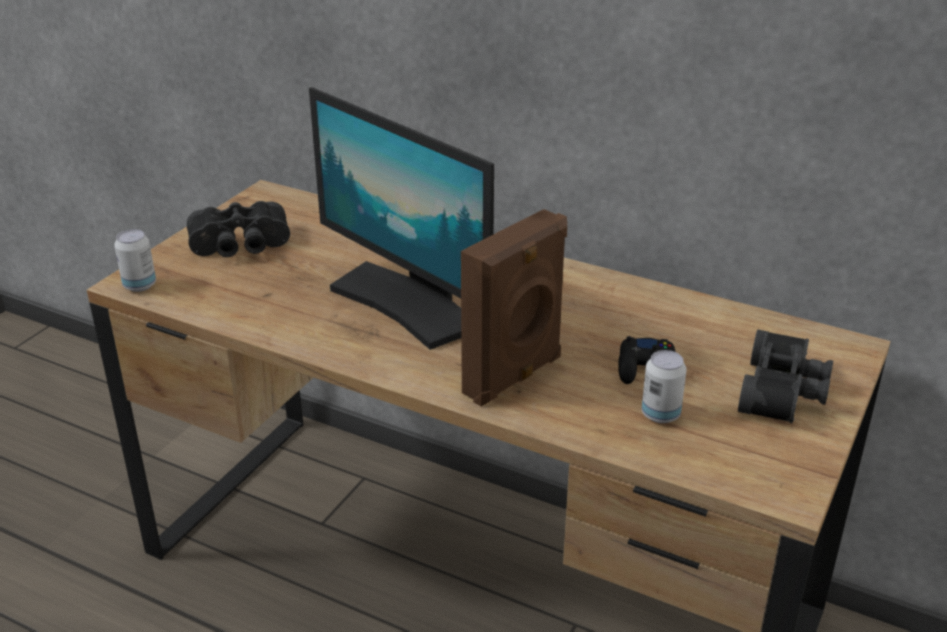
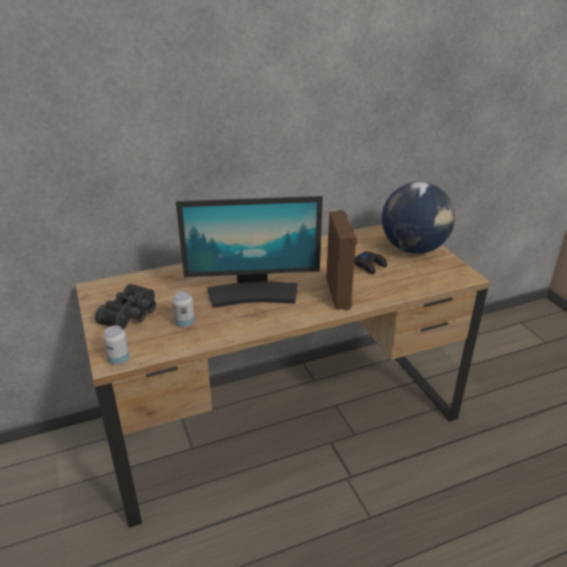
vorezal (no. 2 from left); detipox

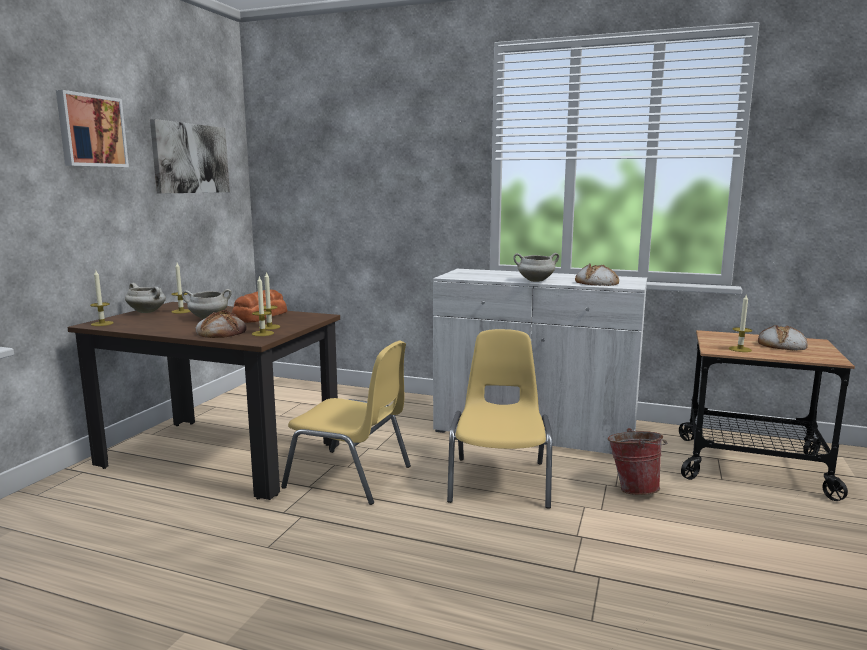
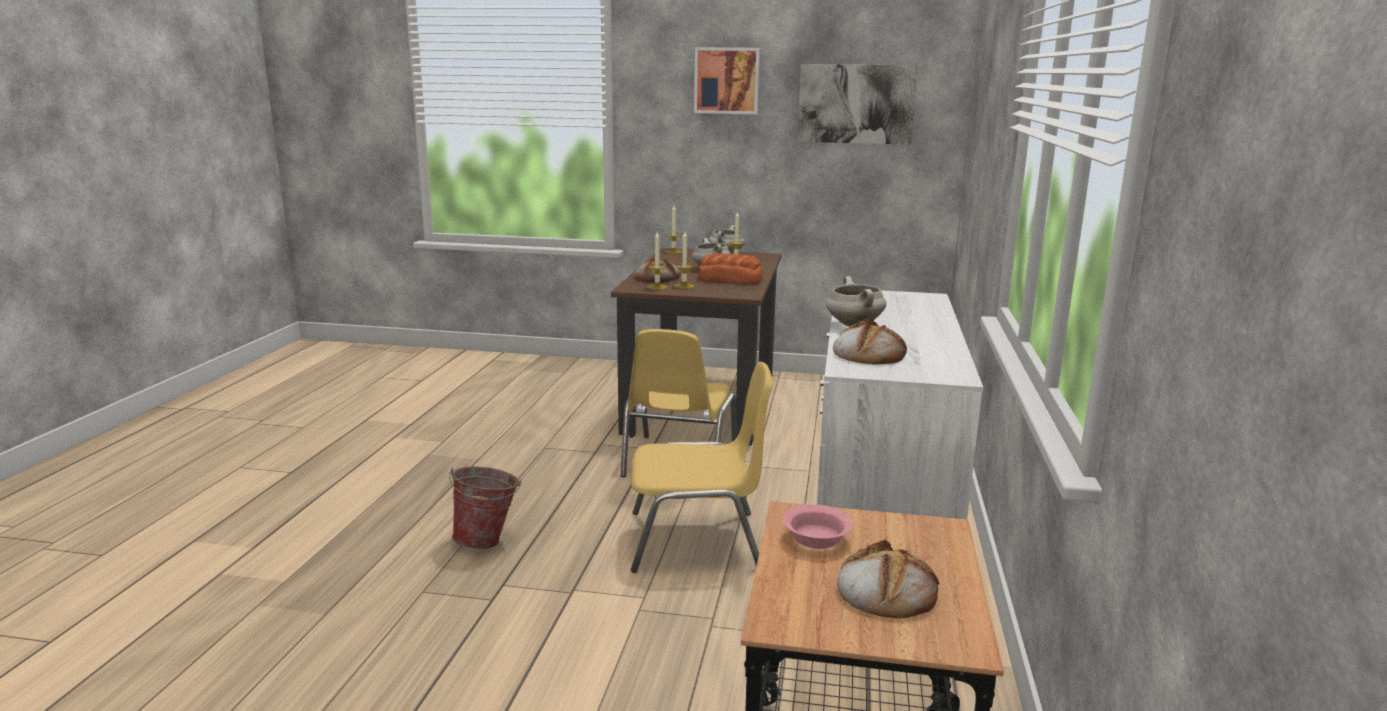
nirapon; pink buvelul

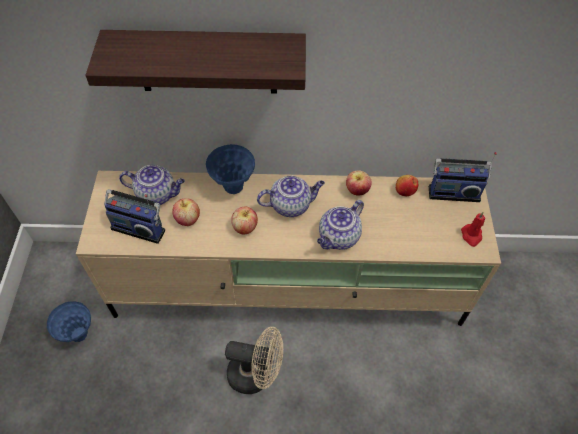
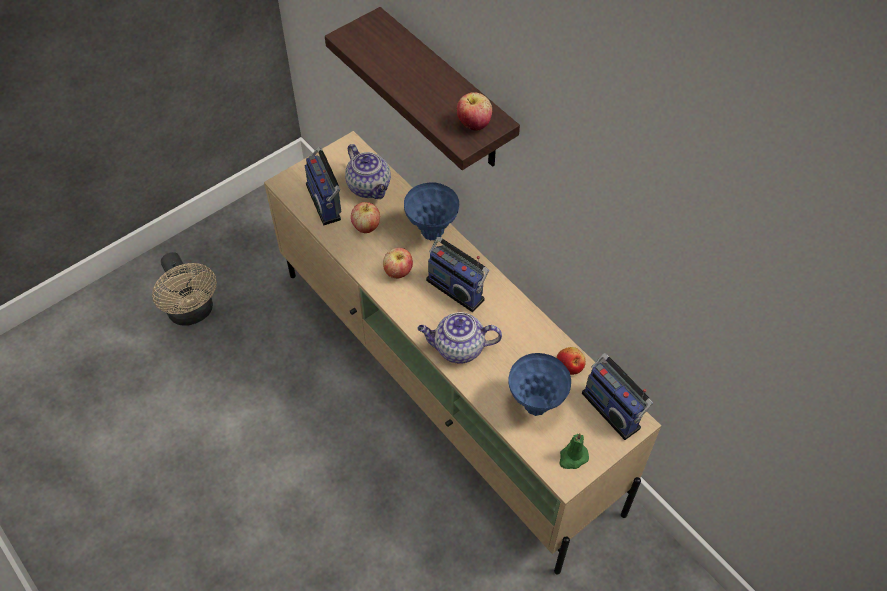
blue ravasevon (no. 2 from left); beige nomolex; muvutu (no. 2 from left); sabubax (no. 3 from left); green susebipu

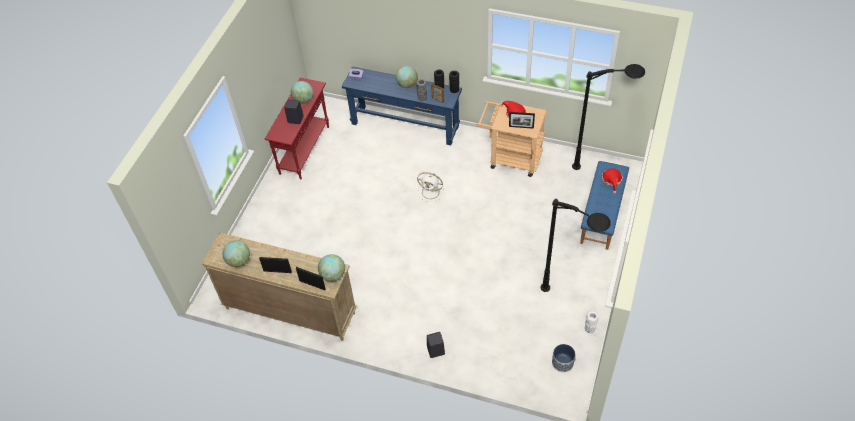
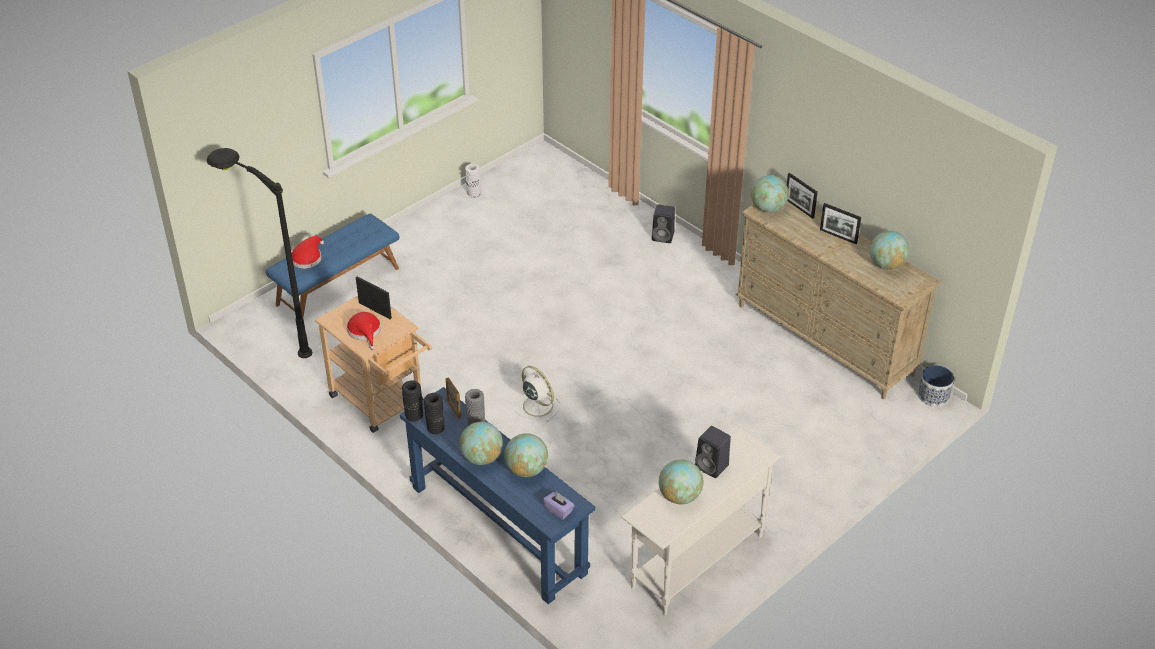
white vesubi; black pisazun (no. 1 from left in the first image); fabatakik; detipox (no. 2 from left)

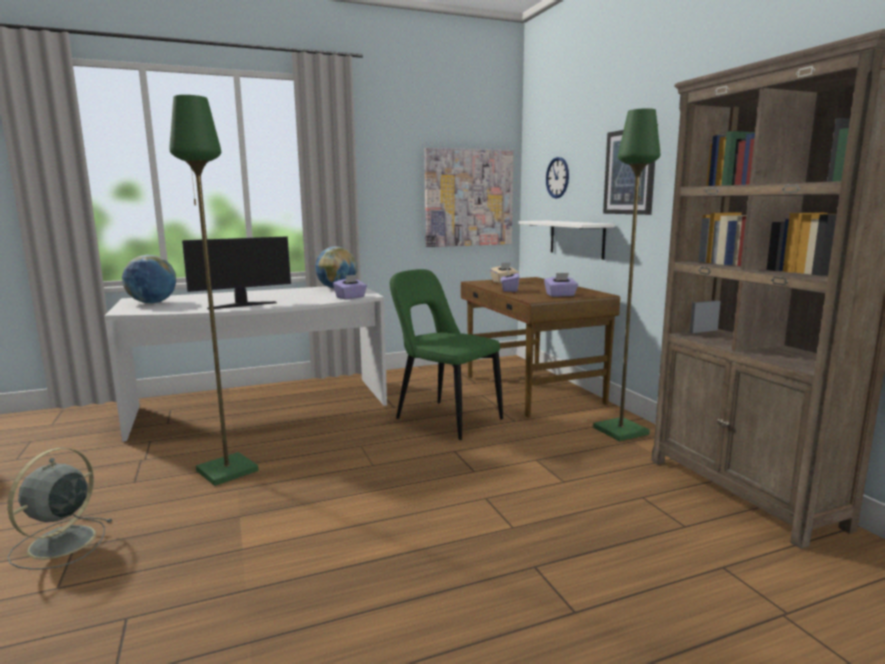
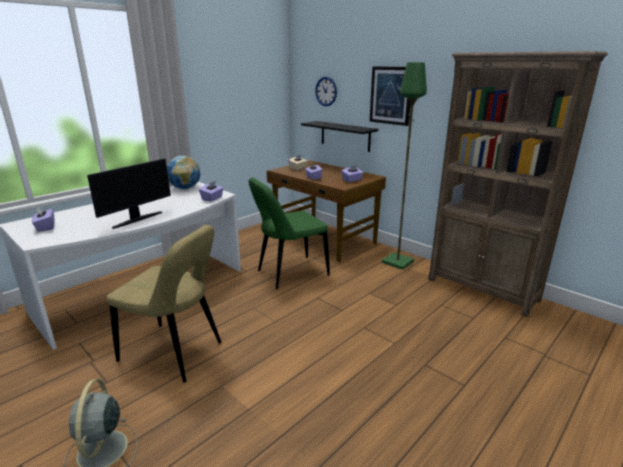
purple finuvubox (no. 1 from left); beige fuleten; green fuleten; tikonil (no. 1 from left in the first image); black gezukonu

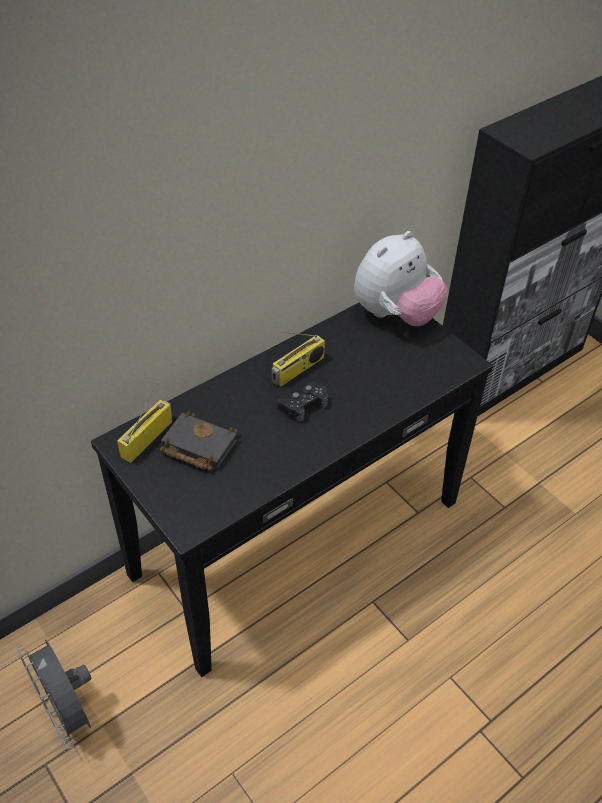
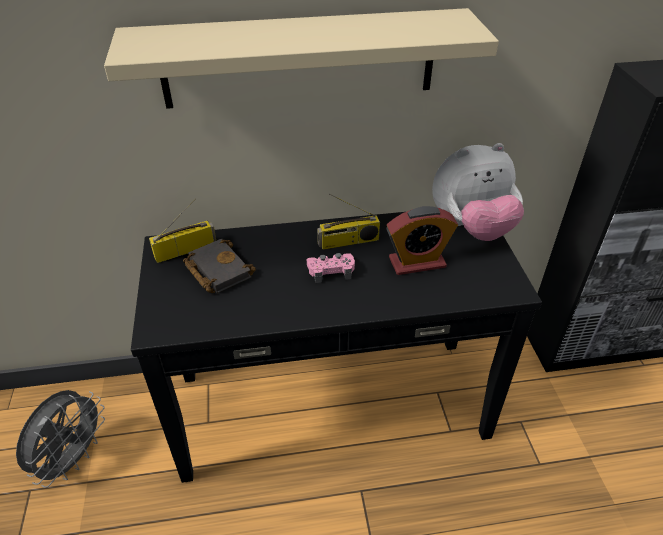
grey nomolex; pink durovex; beige gezukonu; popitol

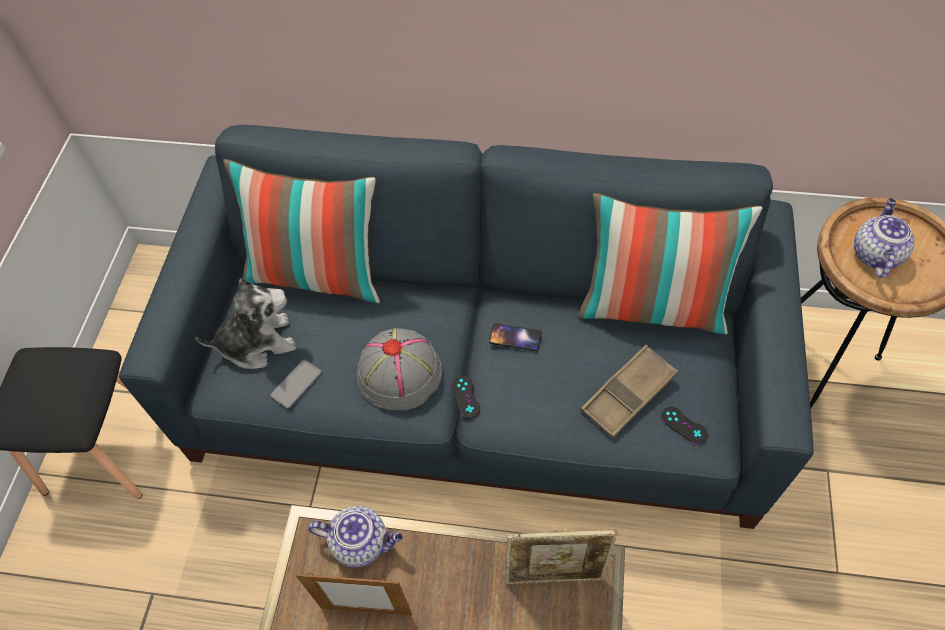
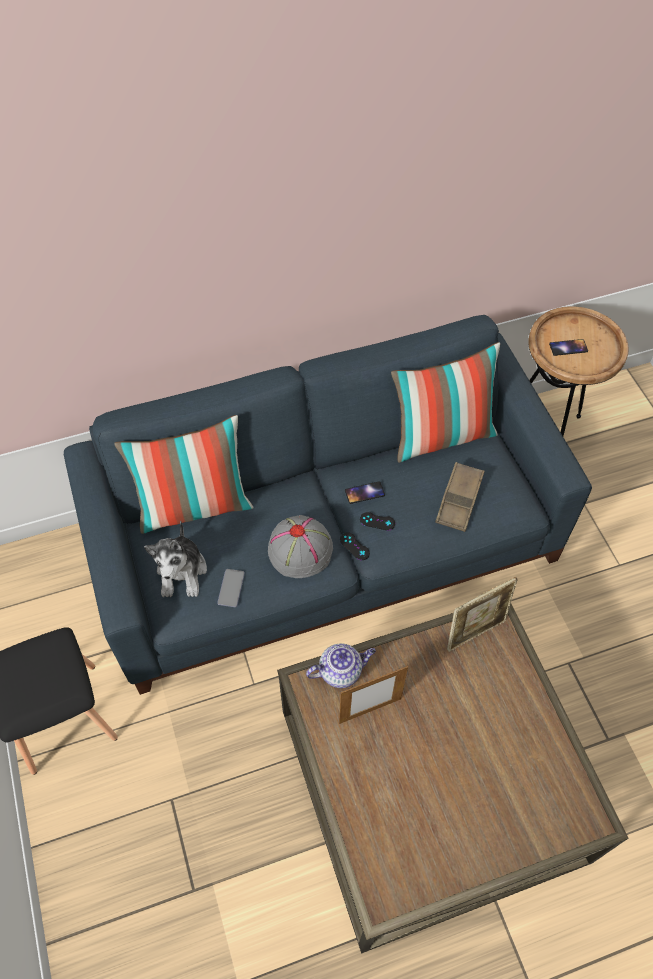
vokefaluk; black durovex (no. 2 from left); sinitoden (no. 3 from left)

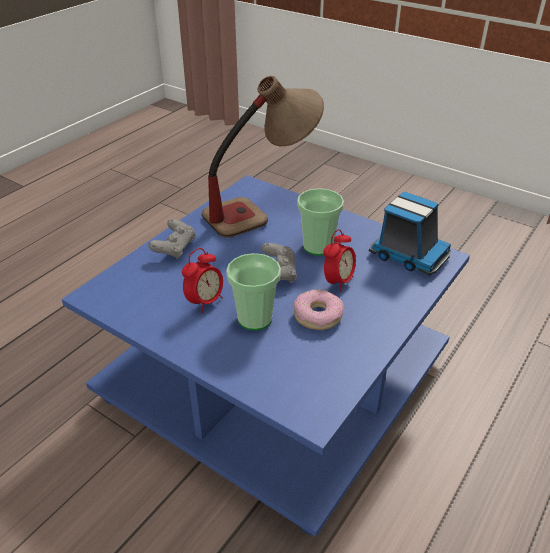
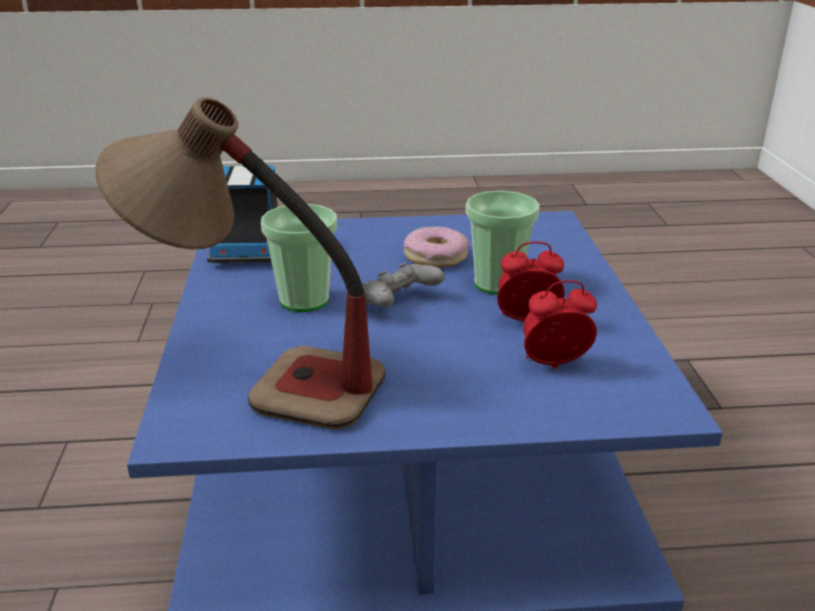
grey durovex (no. 1 from left in the first image); popitol (no. 2 from left)

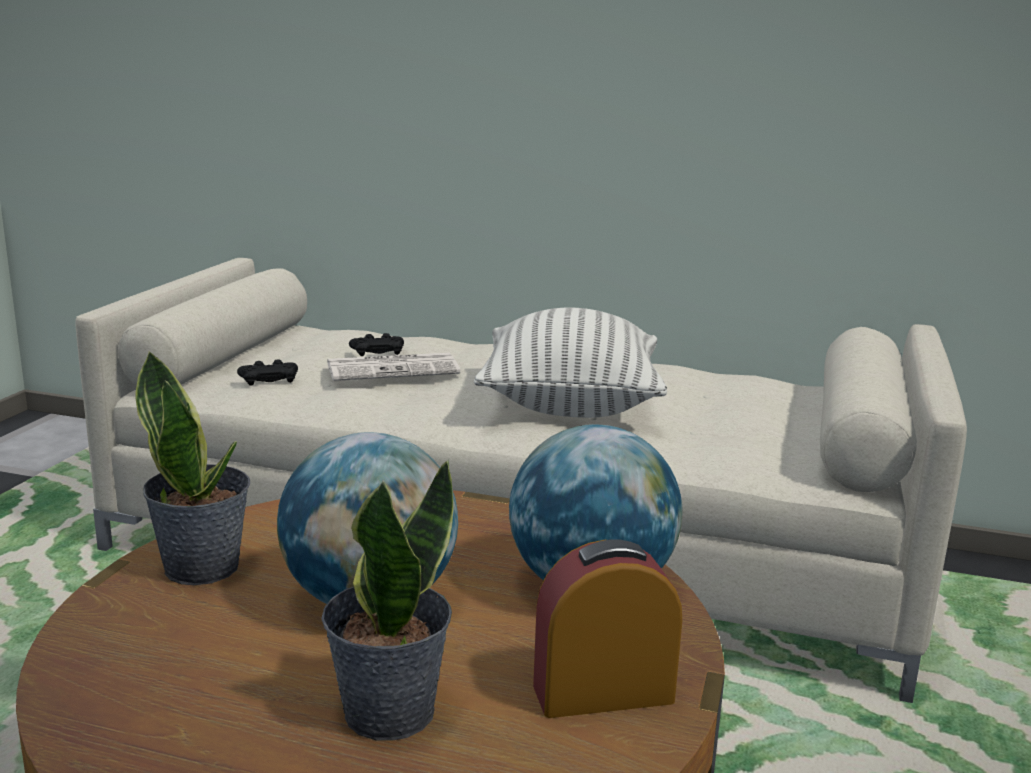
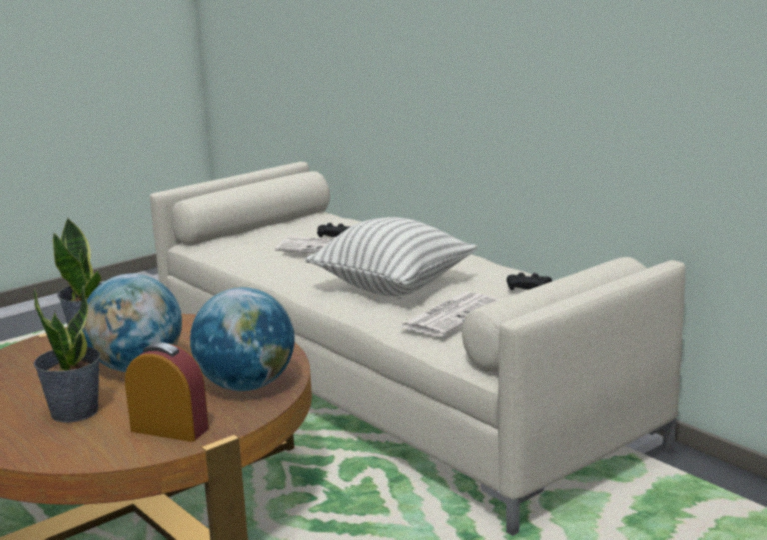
black durovex (no. 2 from left); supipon (no. 2 from left)

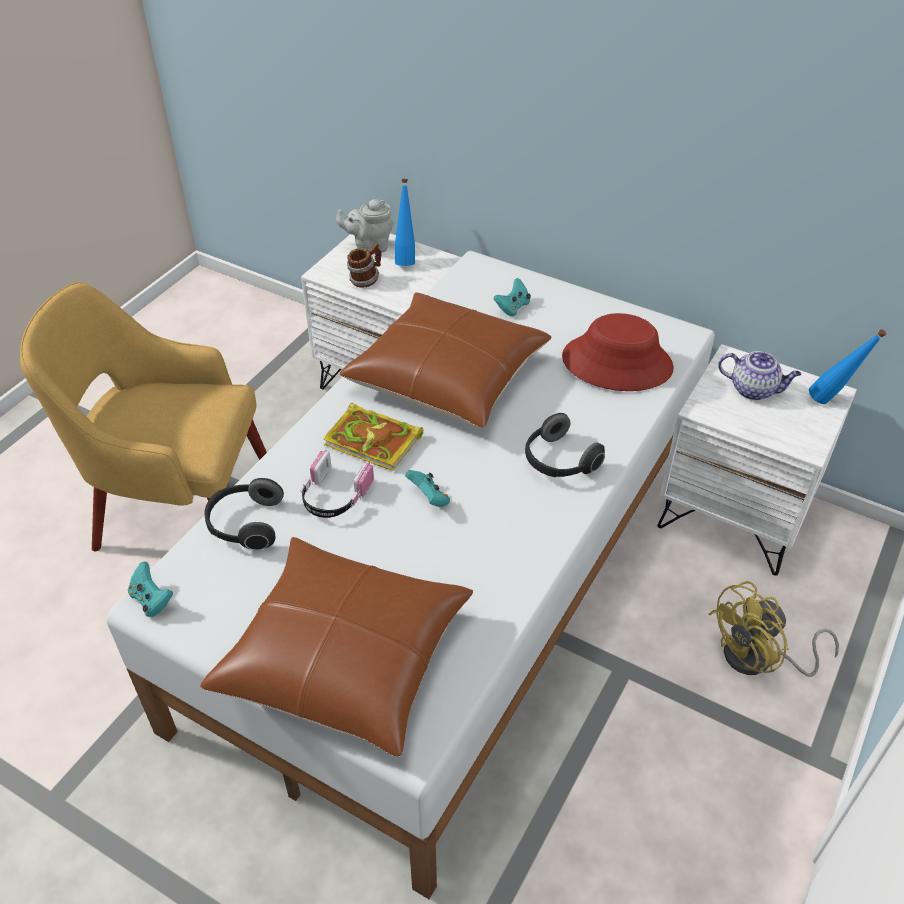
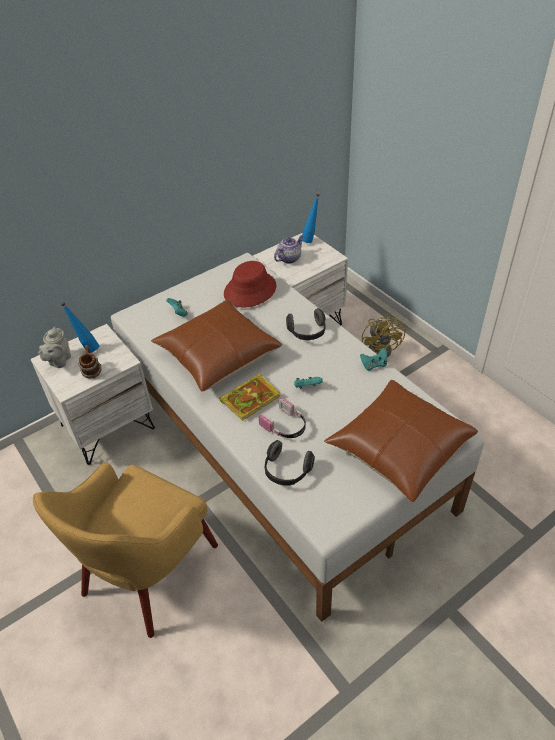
turquoise durovex (no. 3 from left)

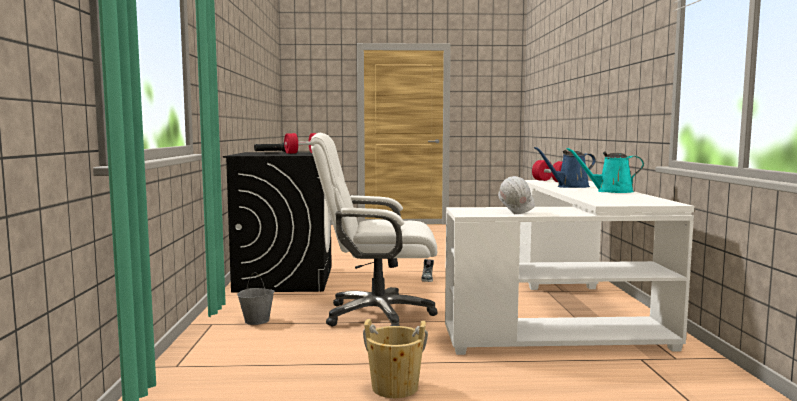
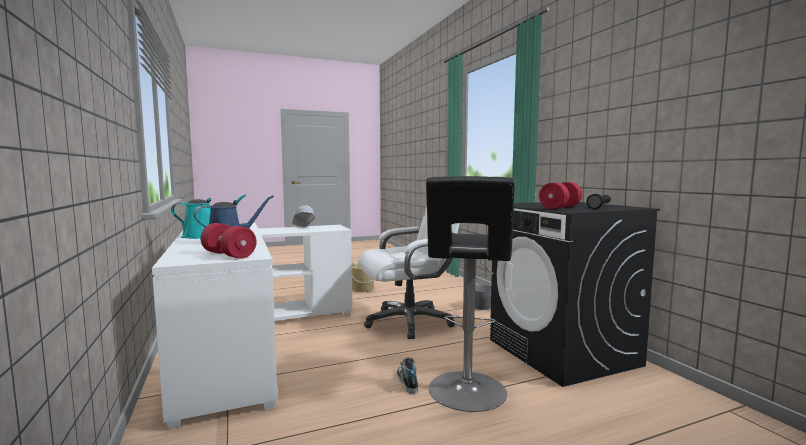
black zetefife

